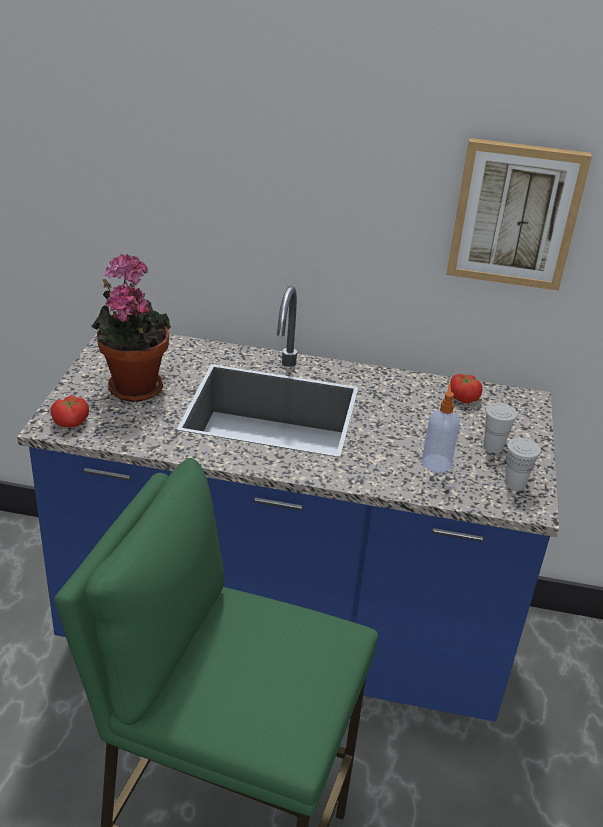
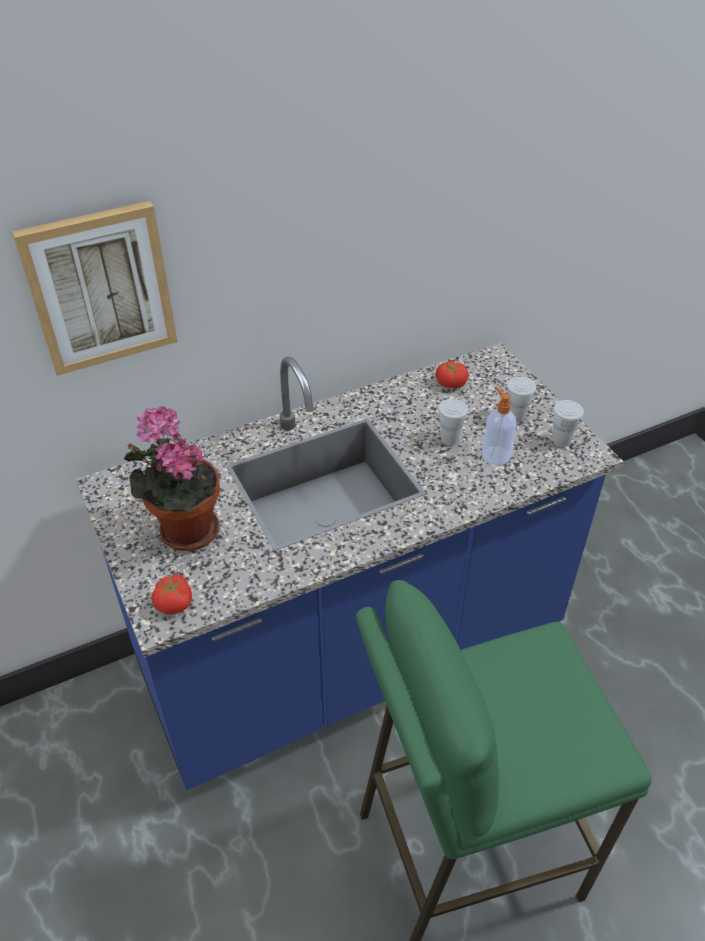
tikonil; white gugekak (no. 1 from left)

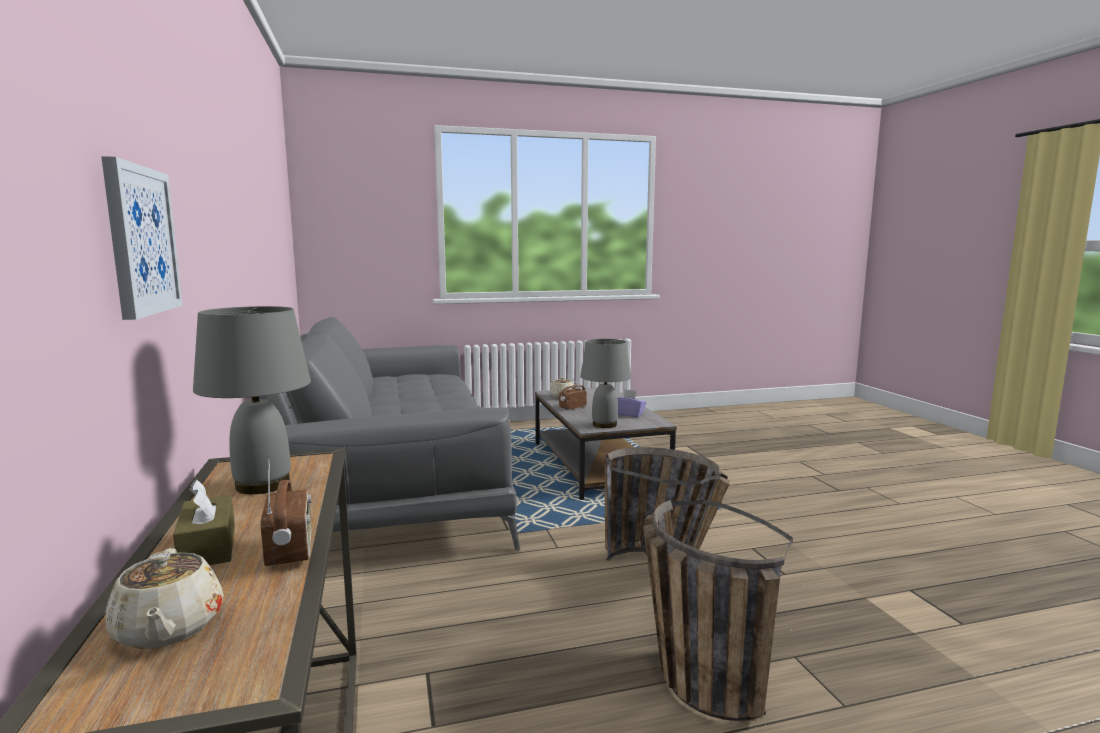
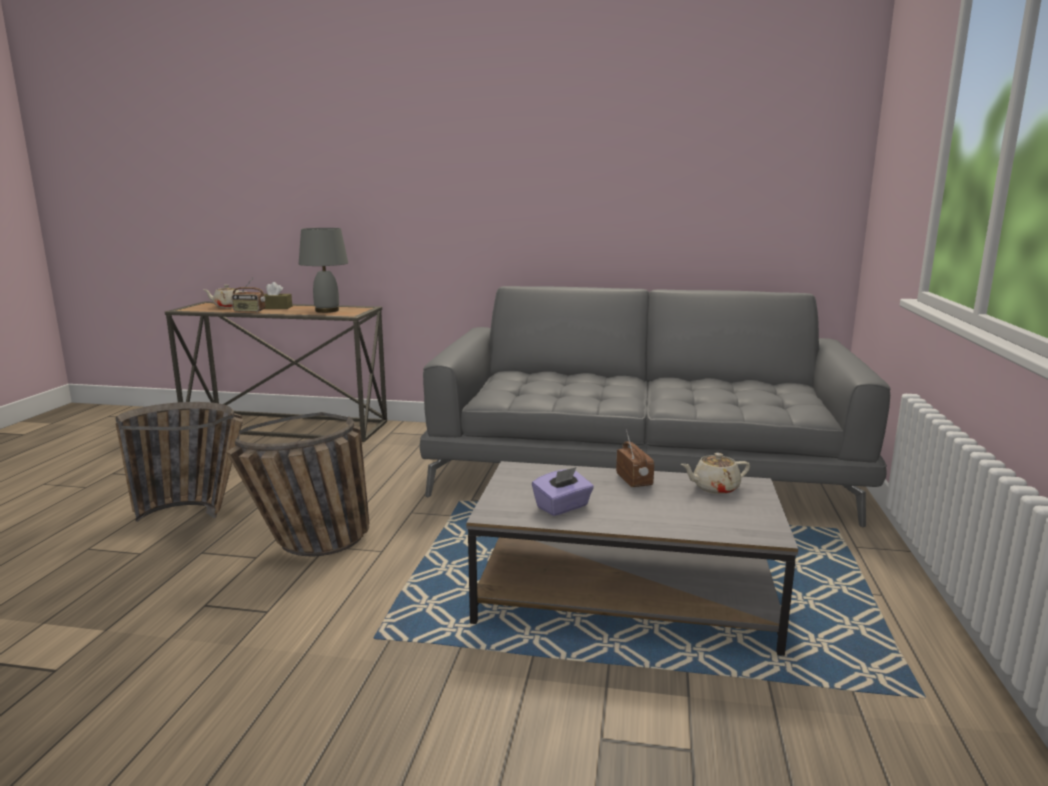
tikonil; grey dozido (no. 2 from left in the first image)

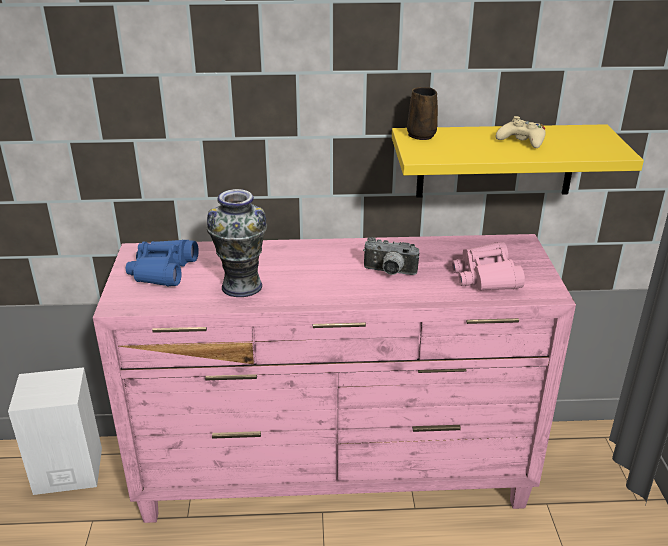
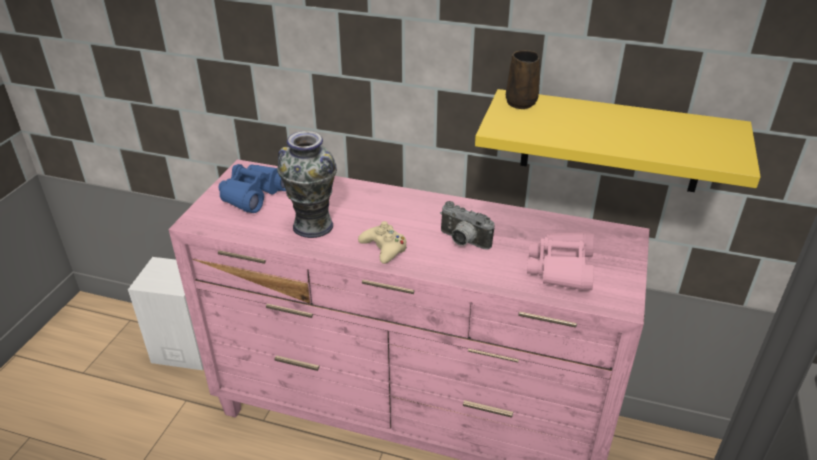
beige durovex

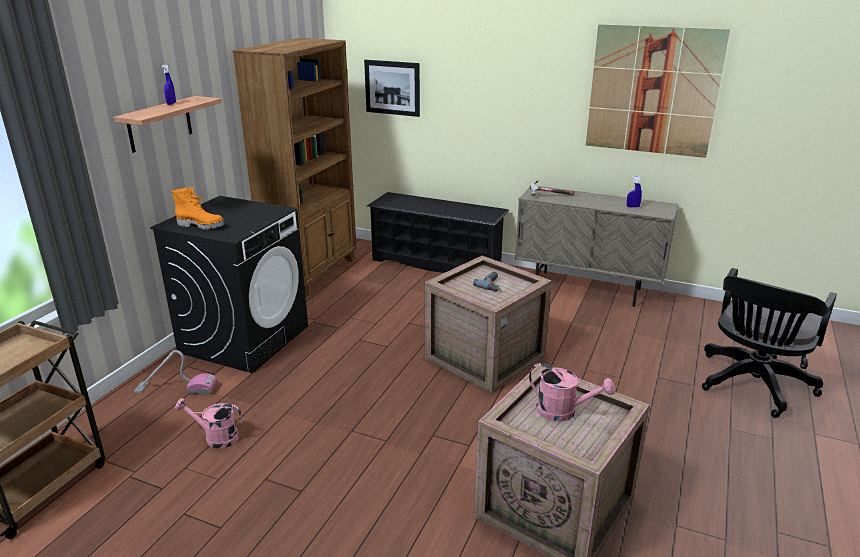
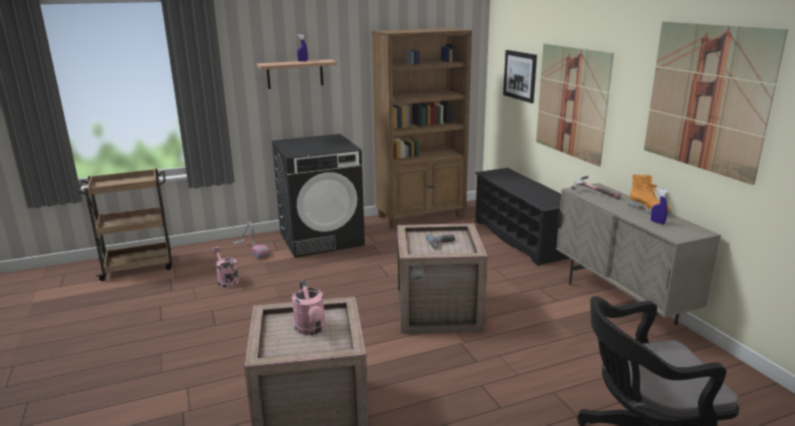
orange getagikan; tikonil (no. 2 from left)

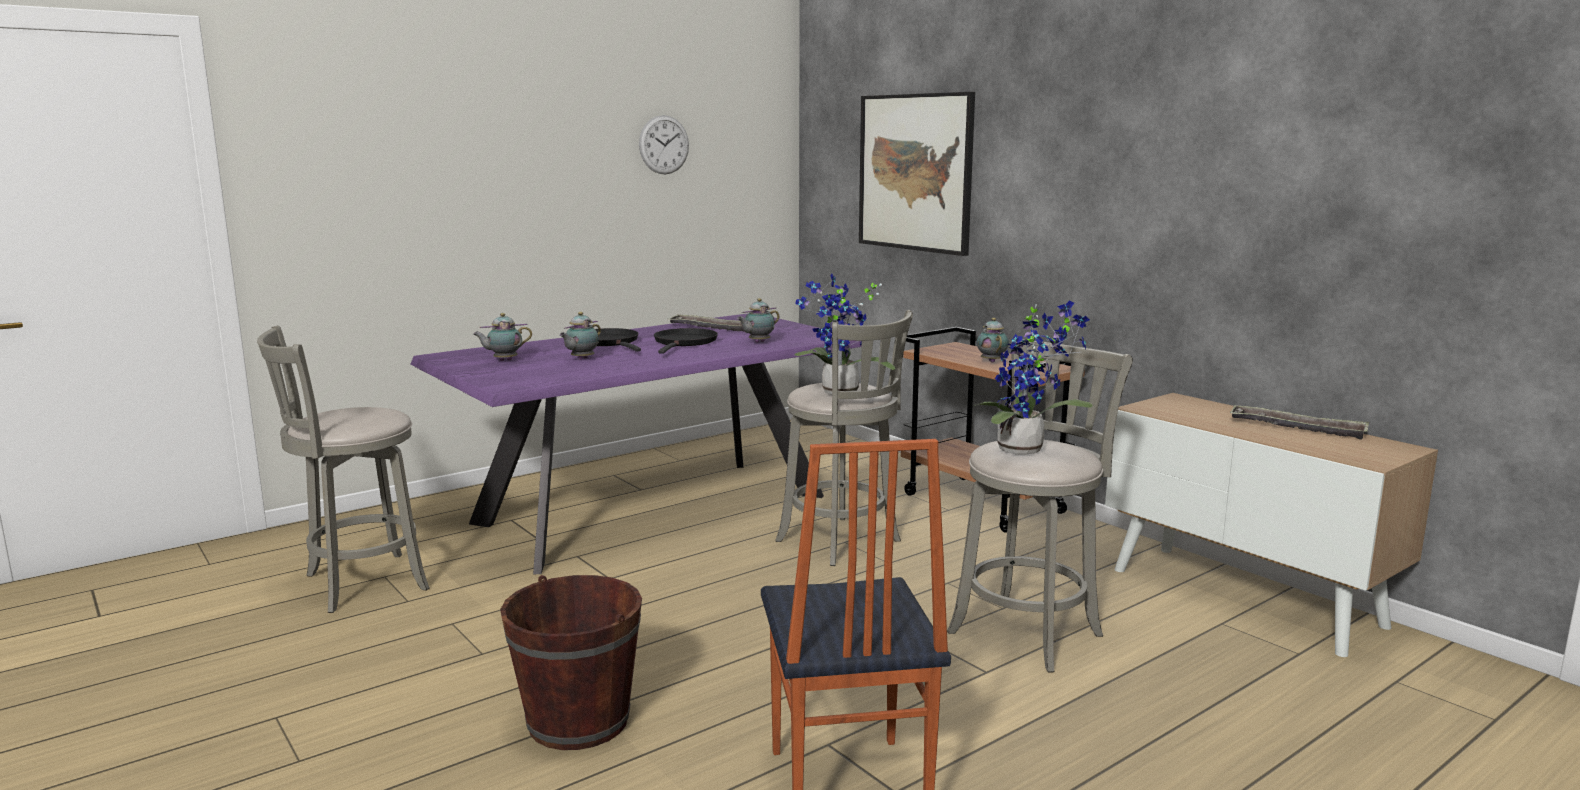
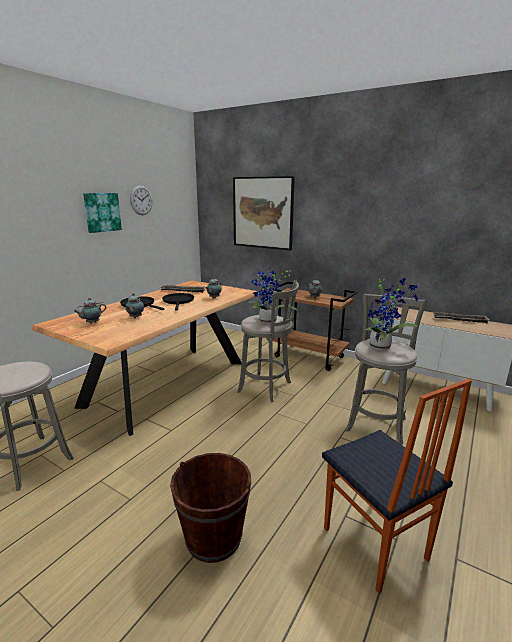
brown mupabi; tikonil (no. 1 from left)

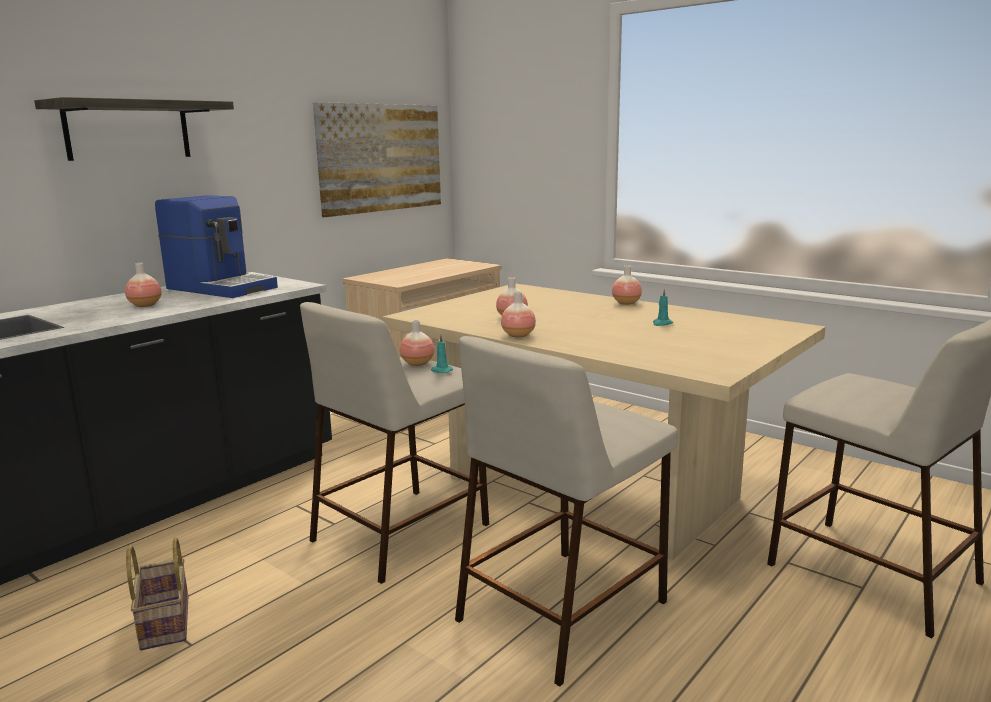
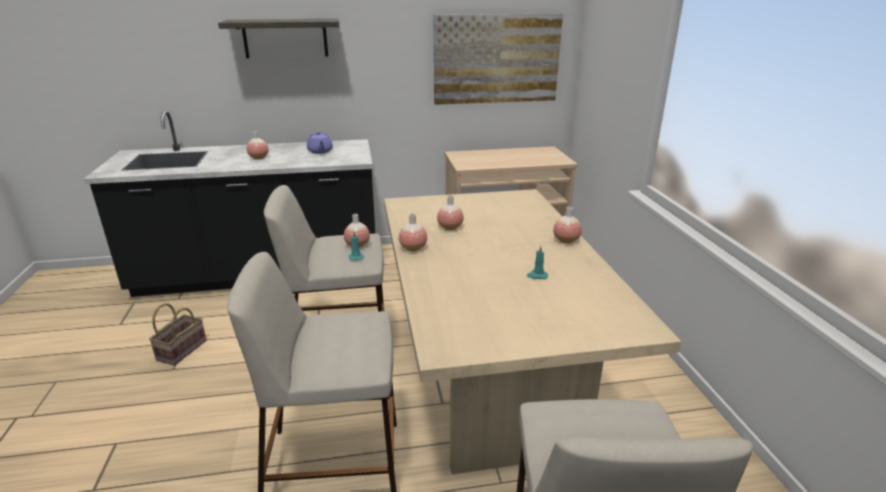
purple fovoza

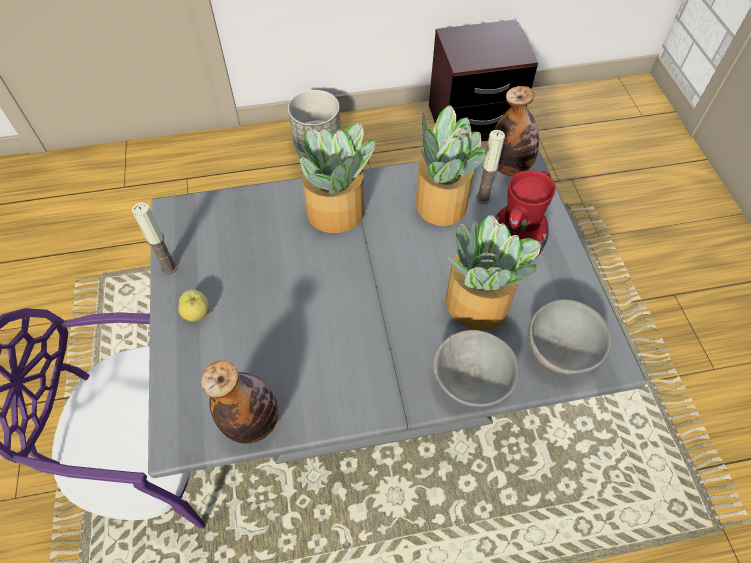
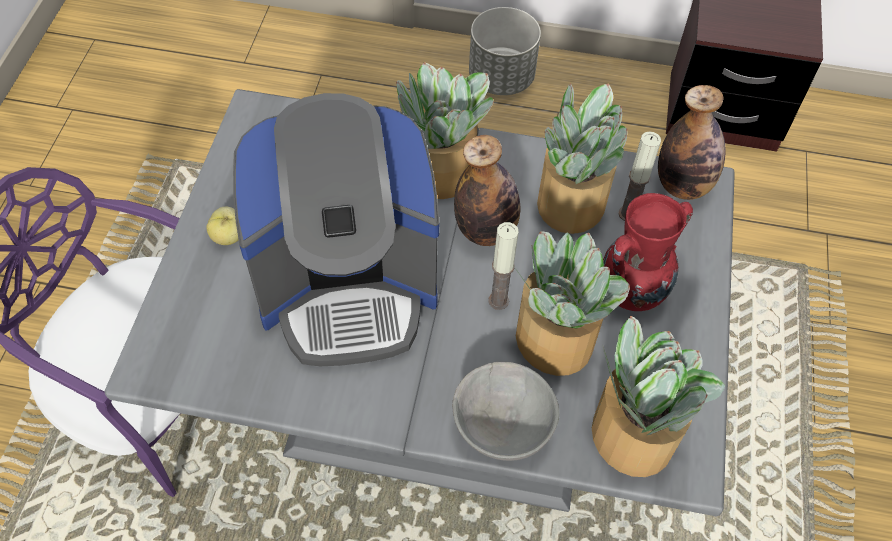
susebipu (no. 1 from left); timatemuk (no. 1 from left); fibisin (no. 4 from left); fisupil

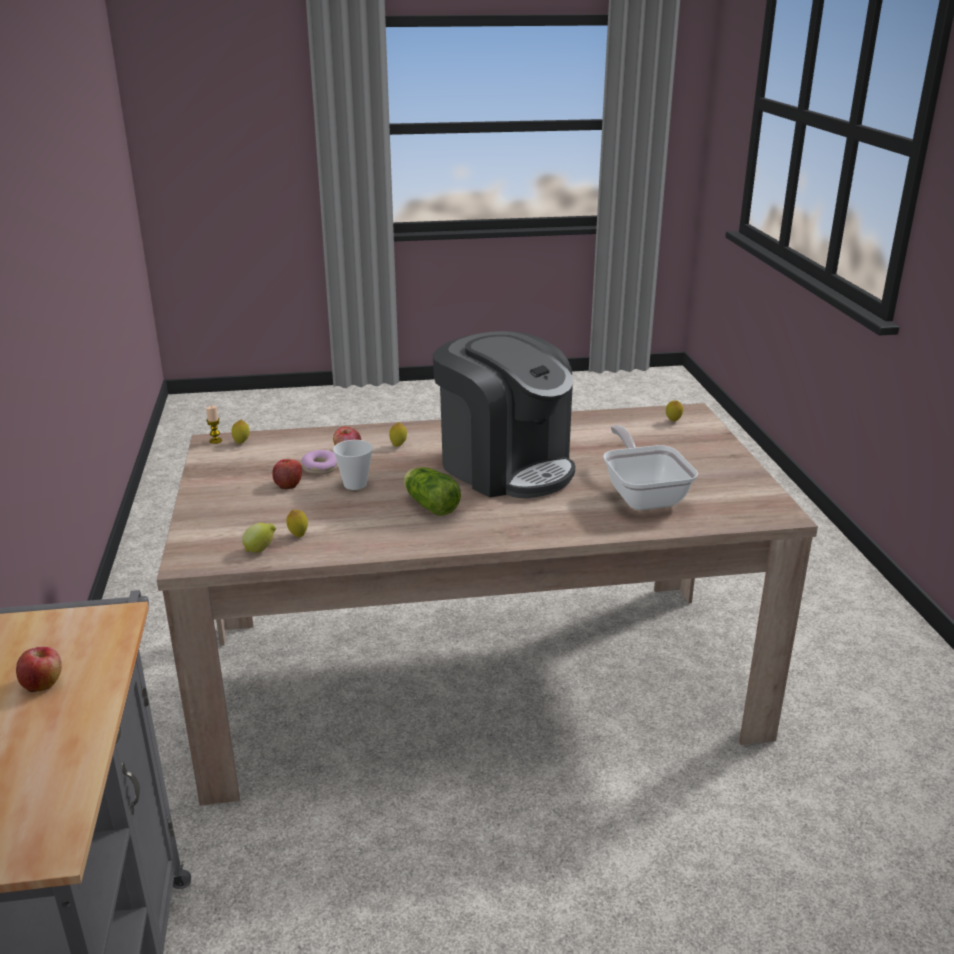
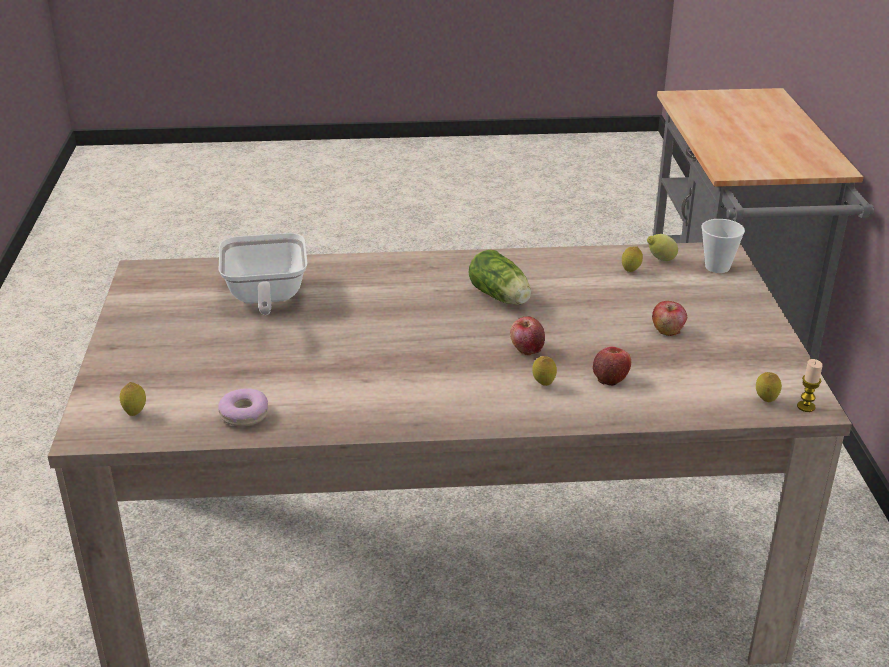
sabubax (no. 1 from left); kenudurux; gugekak; fisupil

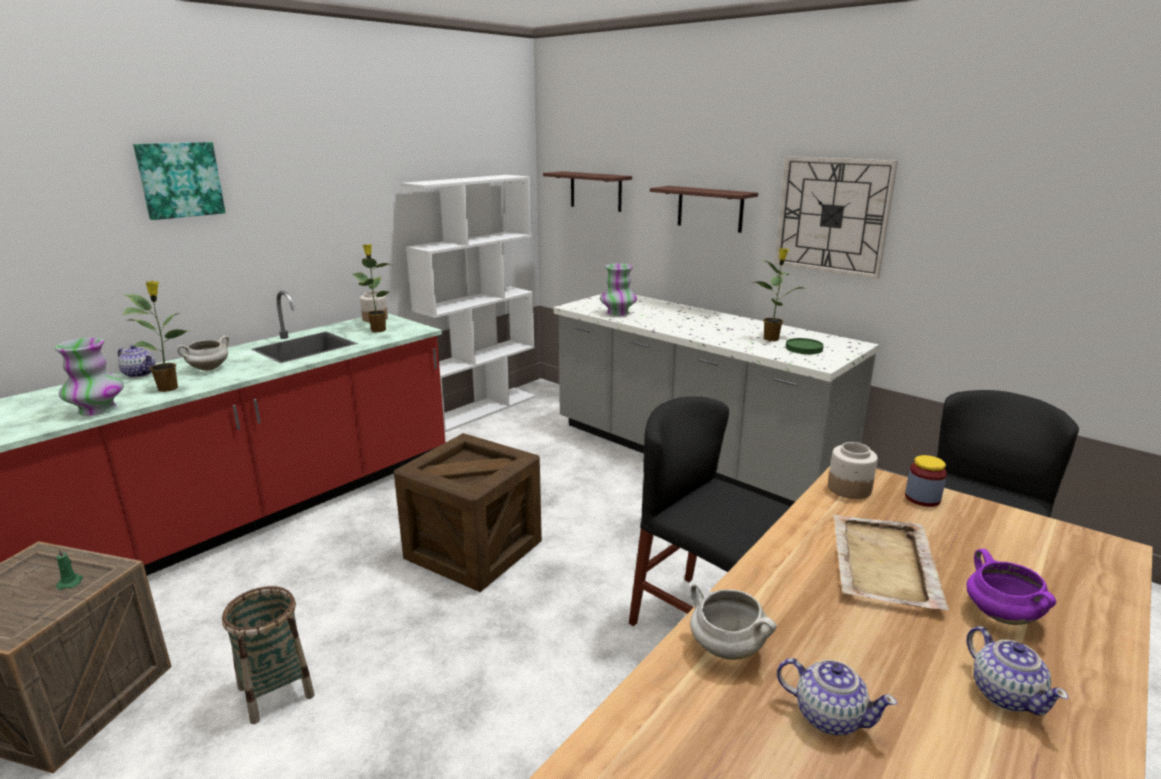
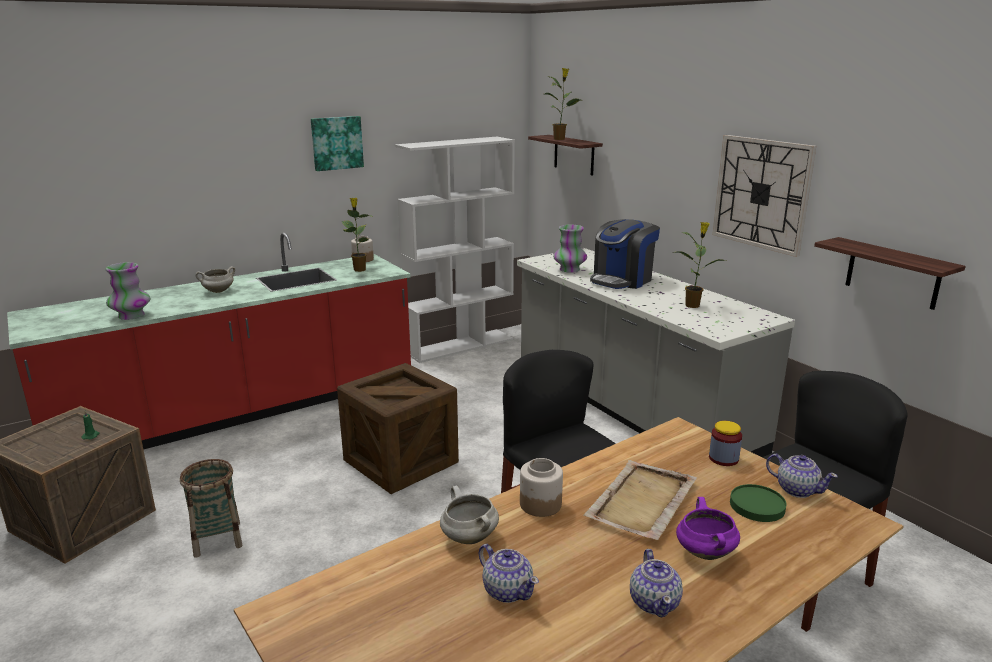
fovoza (no. 3 from left); fibisin (no. 2 from left); tikonil; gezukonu (no. 2 from left); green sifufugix; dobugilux (no. 2 from left); fisupil

